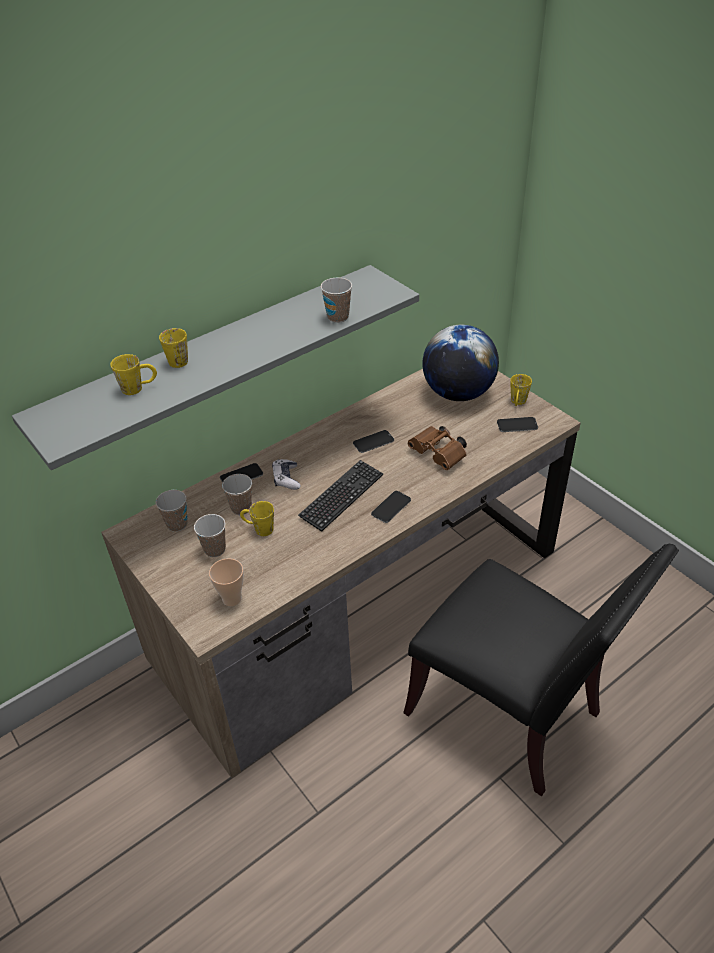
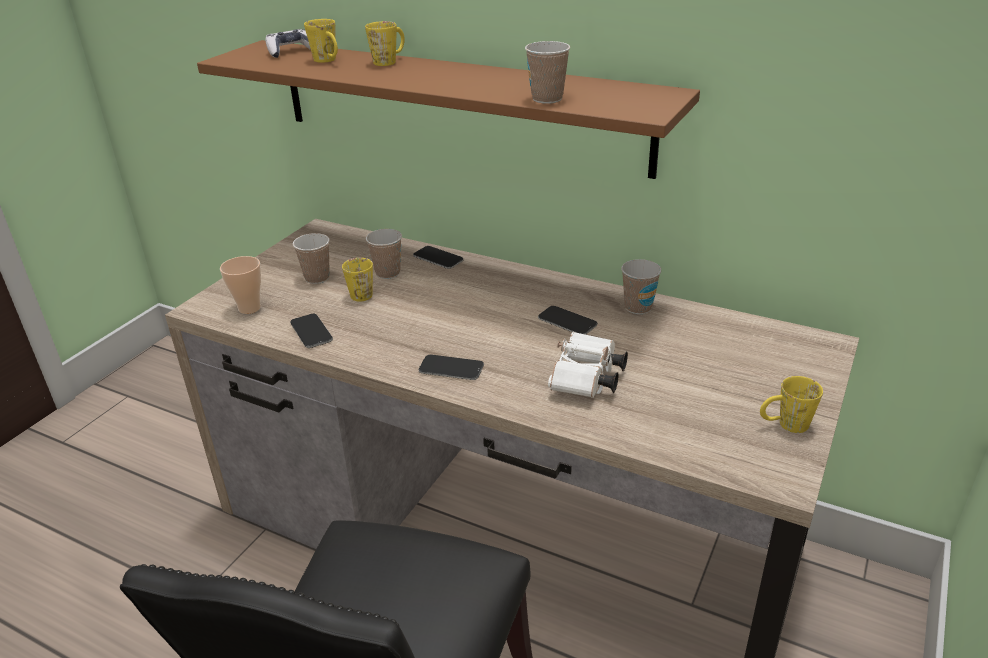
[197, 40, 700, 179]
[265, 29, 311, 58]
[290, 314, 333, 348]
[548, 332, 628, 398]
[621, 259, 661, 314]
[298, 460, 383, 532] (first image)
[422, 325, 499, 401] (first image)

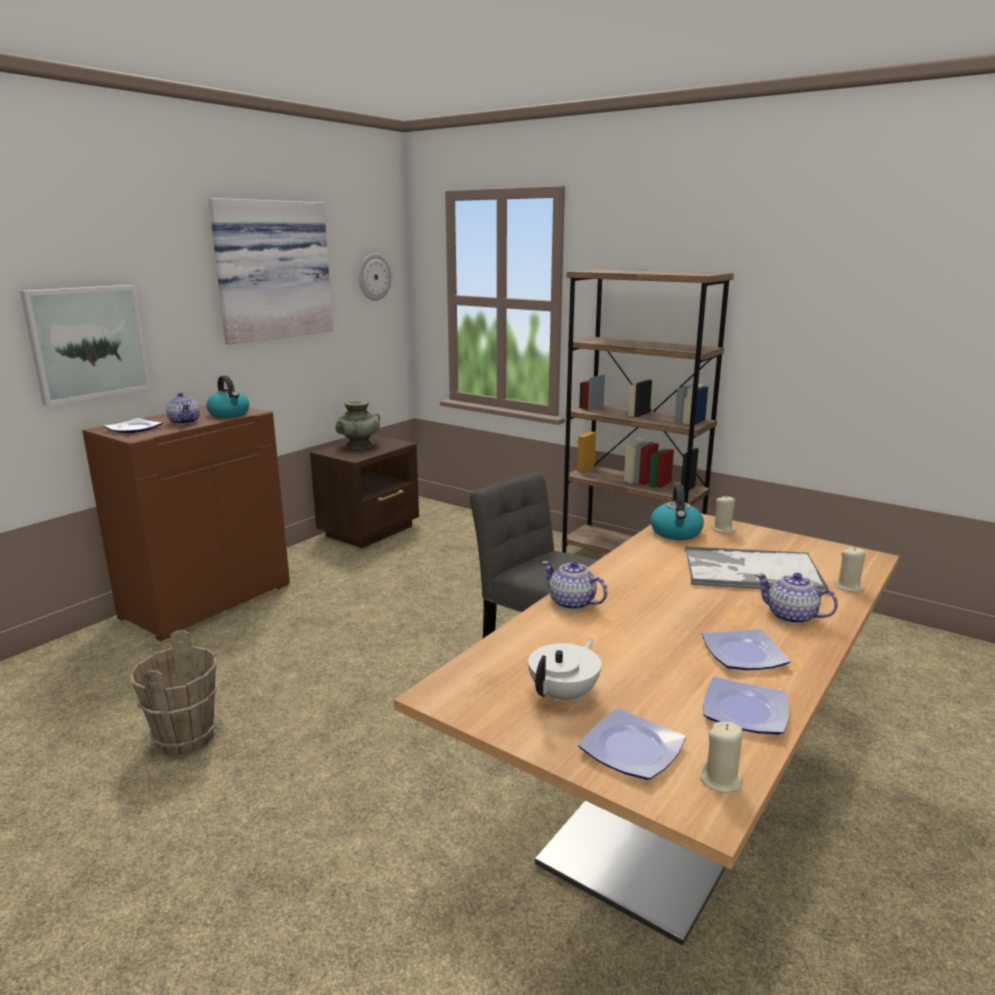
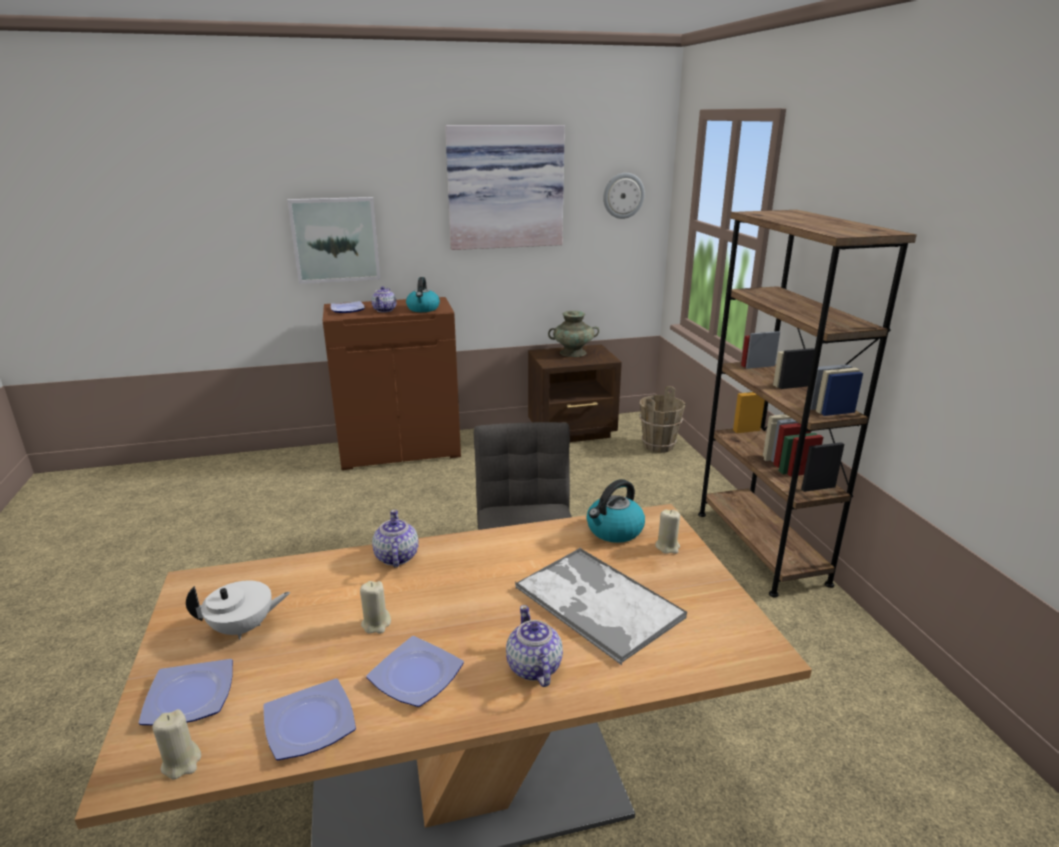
[360, 581, 391, 634]
[640, 386, 685, 453]

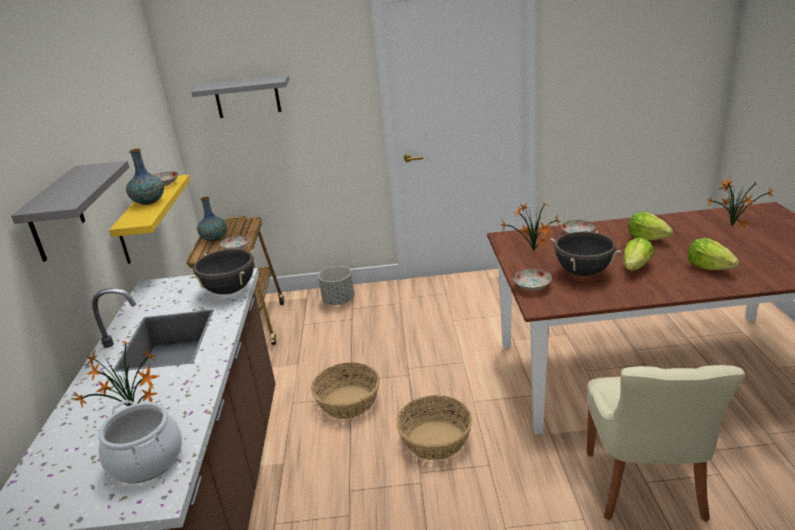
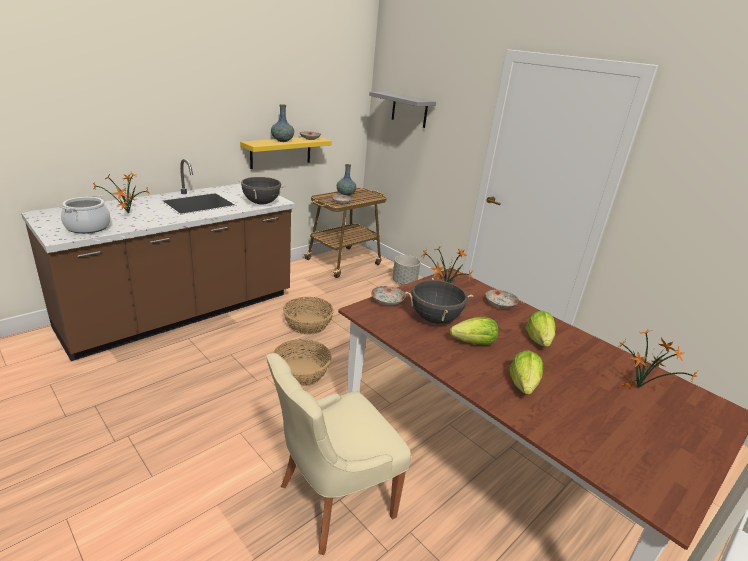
[11, 161, 130, 262] (first image)

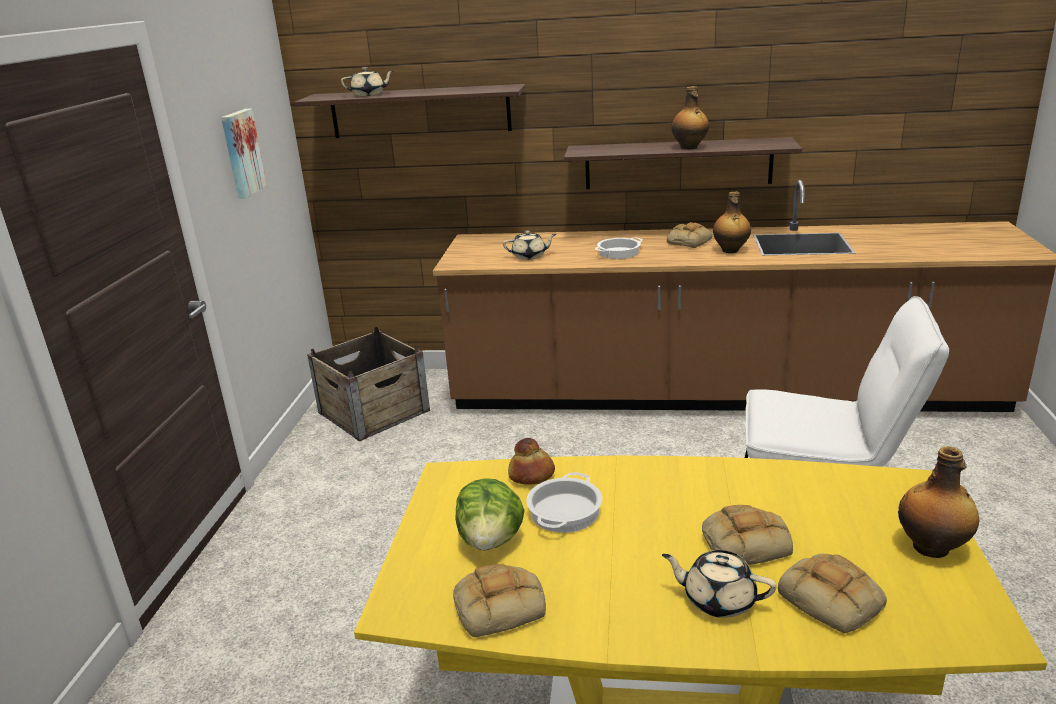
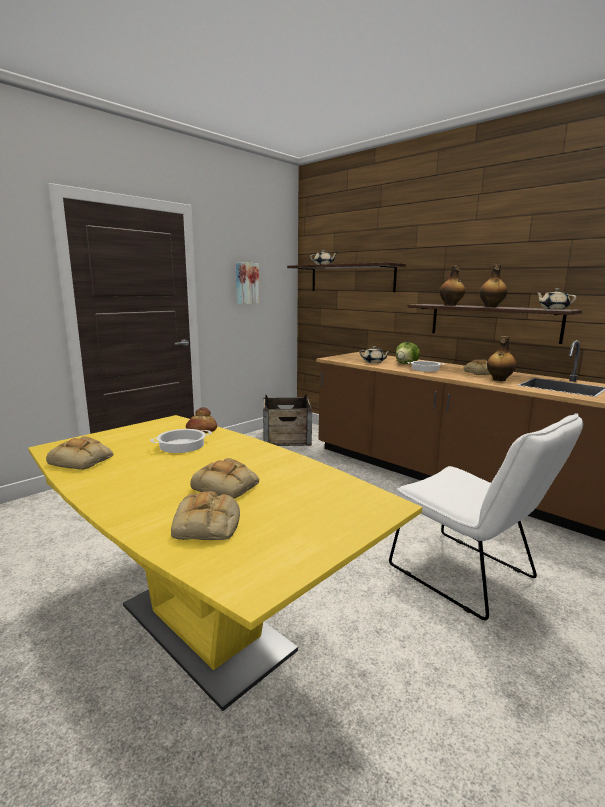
[396, 342, 420, 364]
[440, 265, 465, 306]
[536, 288, 576, 309]

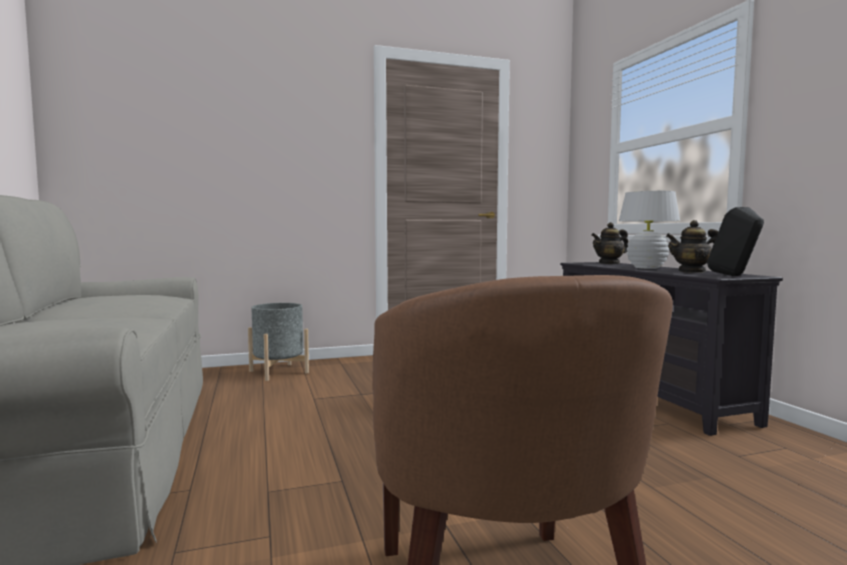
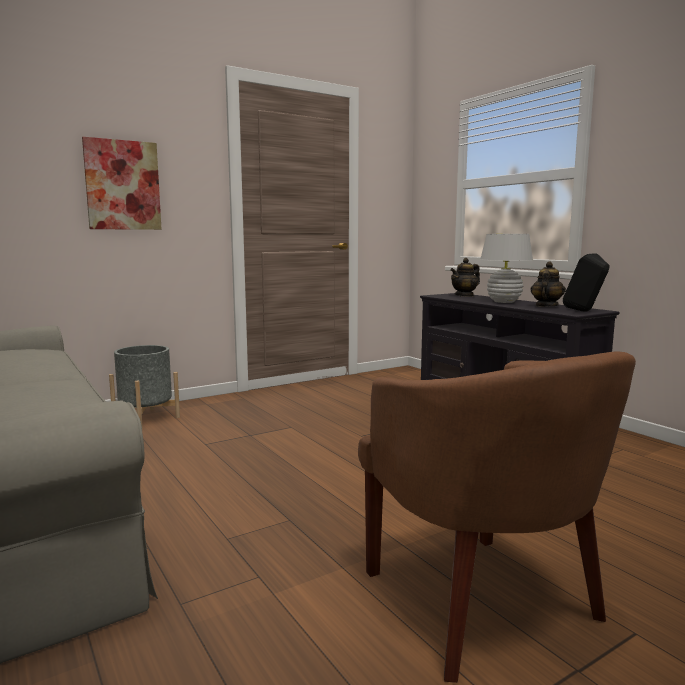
[82, 137, 162, 230]
[530, 261, 566, 307]

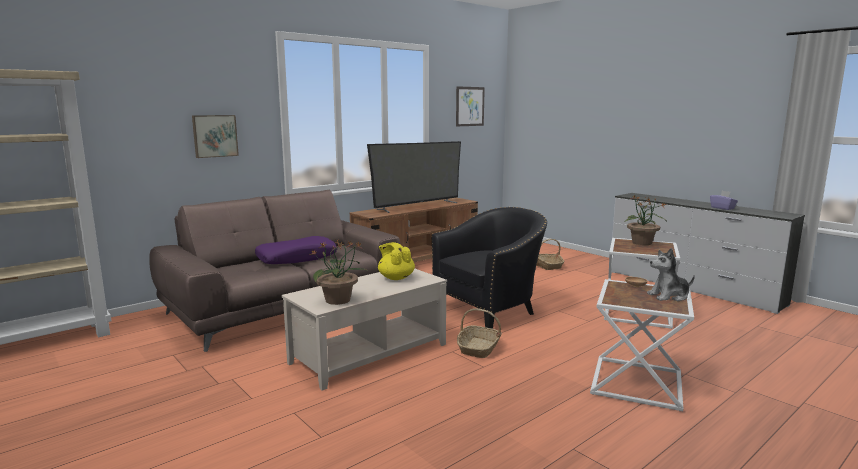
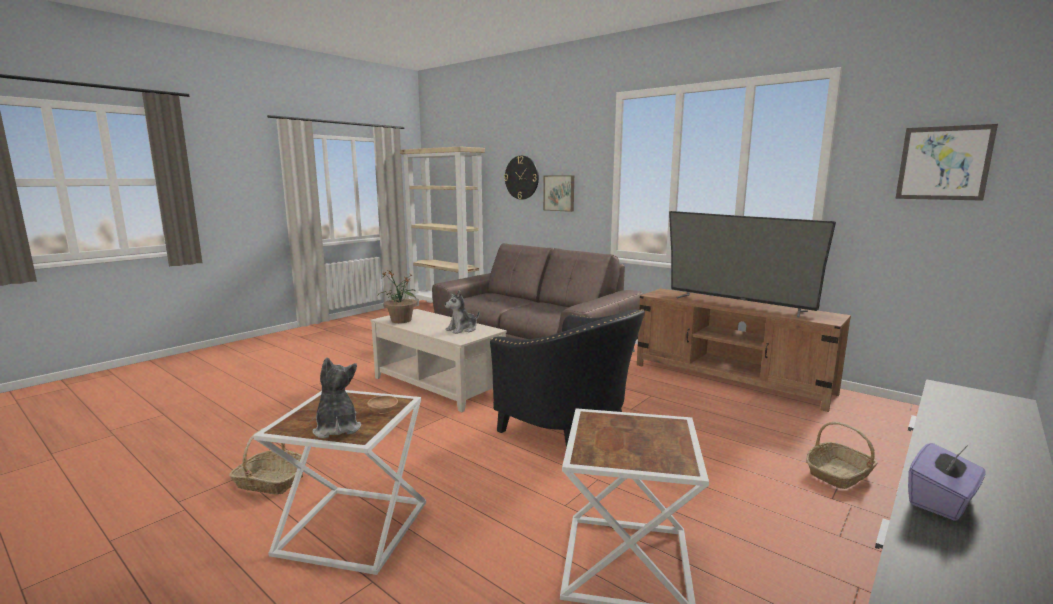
[229, 428, 307, 495]
[445, 291, 480, 334]
[504, 156, 539, 200]
[255, 236, 337, 264] (first image)
[625, 195, 665, 245] (first image)

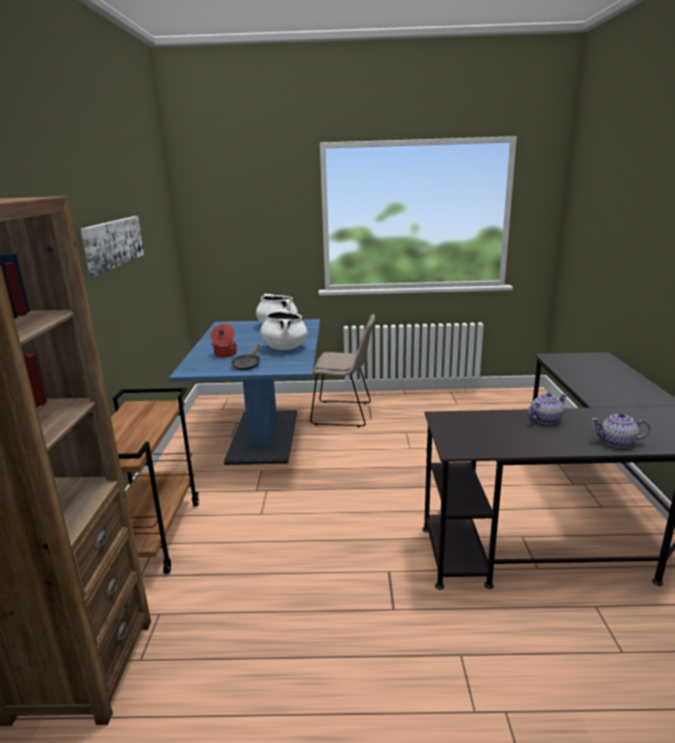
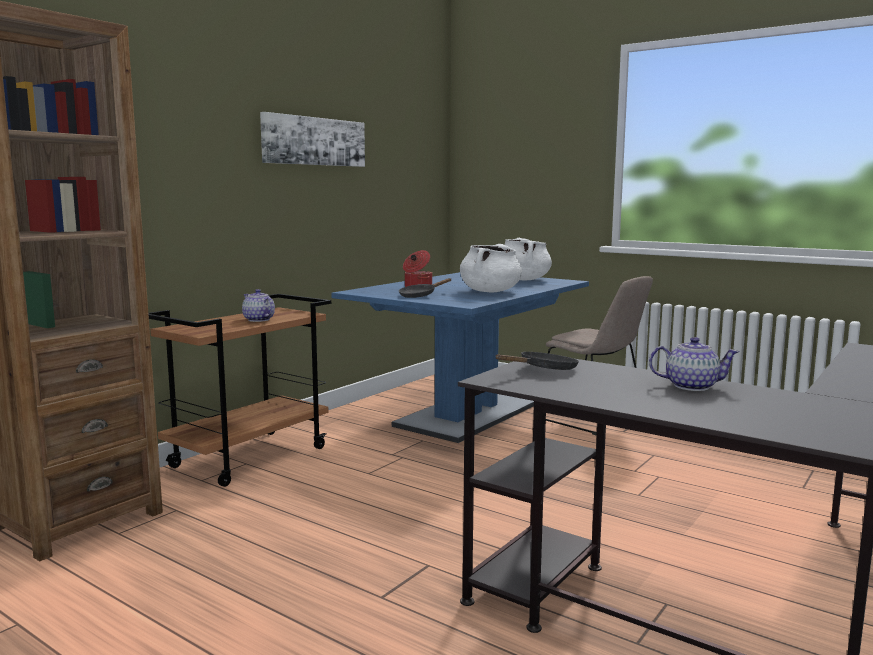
[242, 289, 275, 322]
[495, 352, 579, 370]

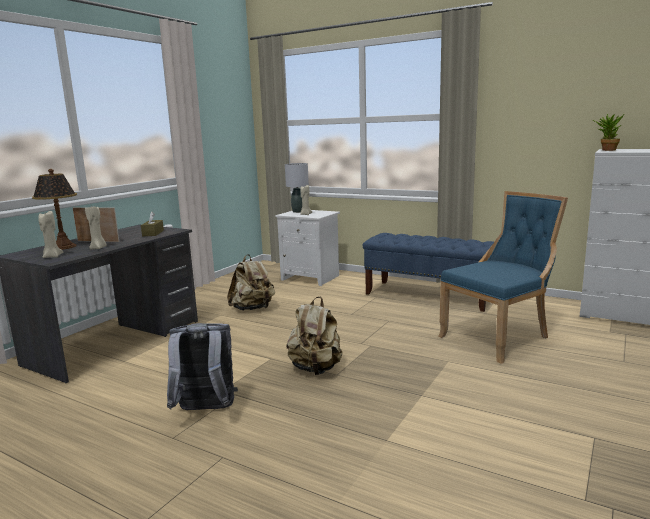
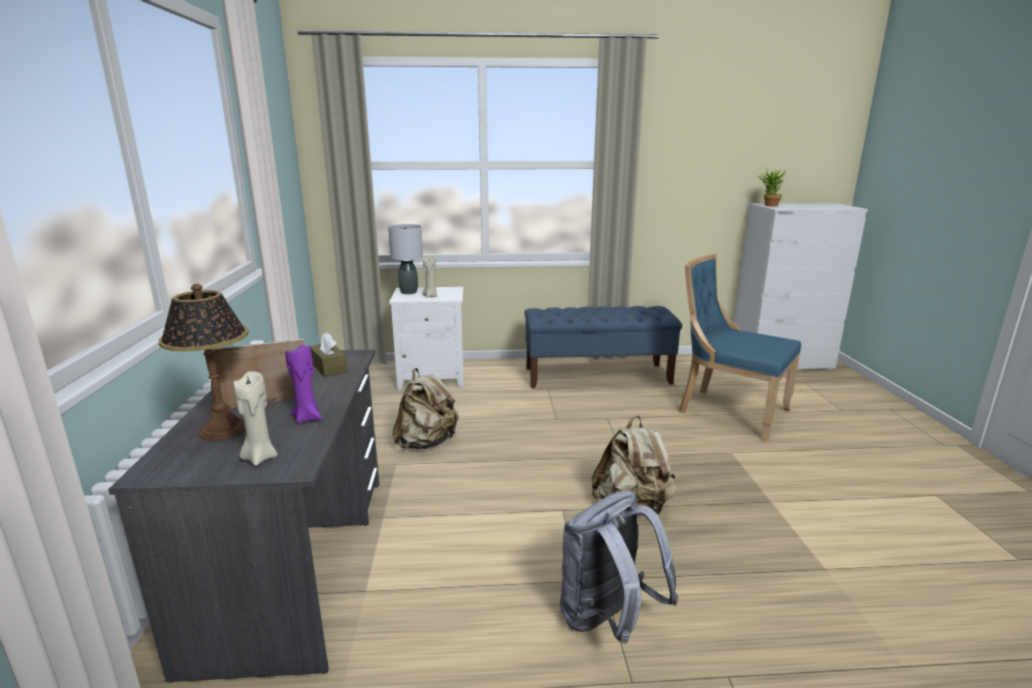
[285, 345, 322, 424]
[679, 254, 801, 442]

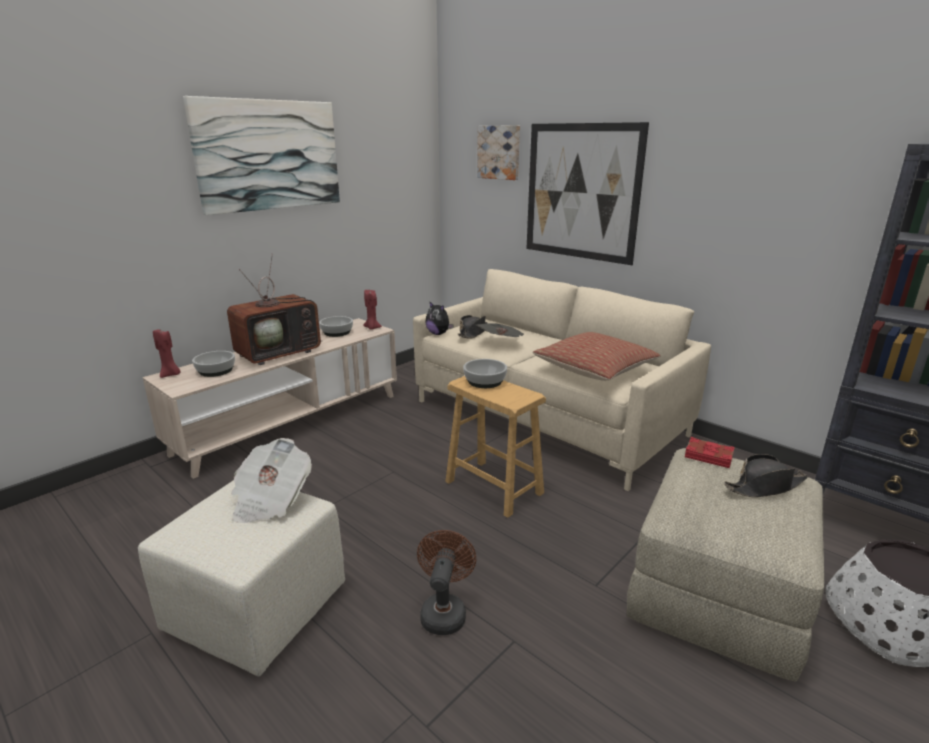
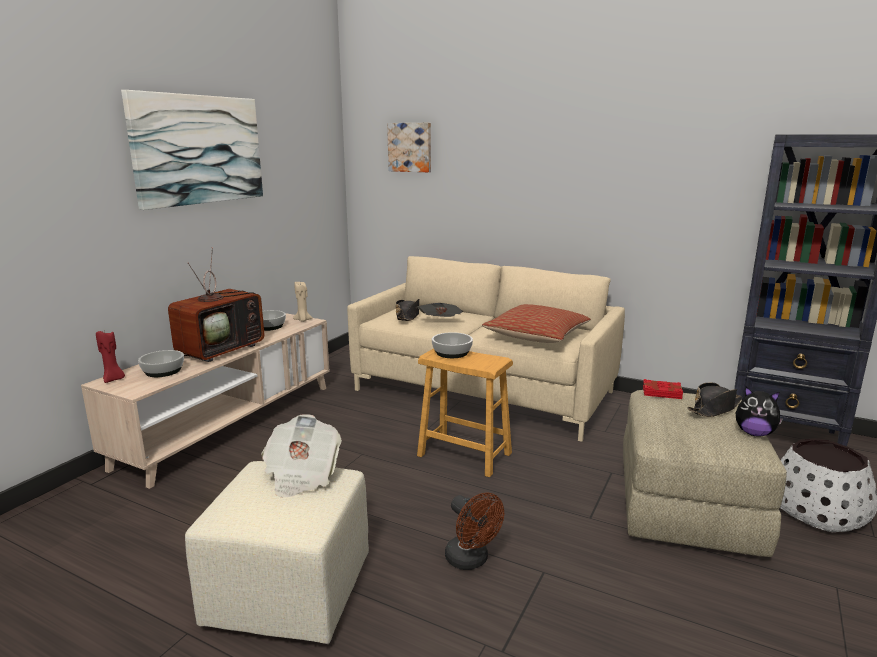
[293, 281, 313, 321]
[445, 492, 504, 570]
[736, 387, 783, 437]
[527, 122, 649, 265] (first image)

